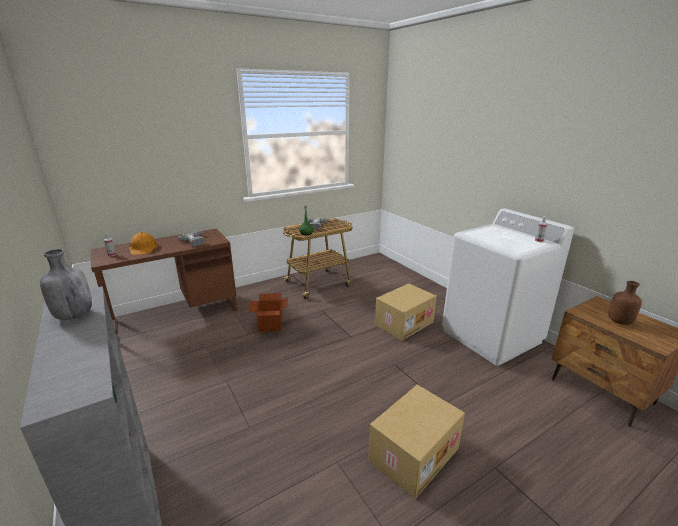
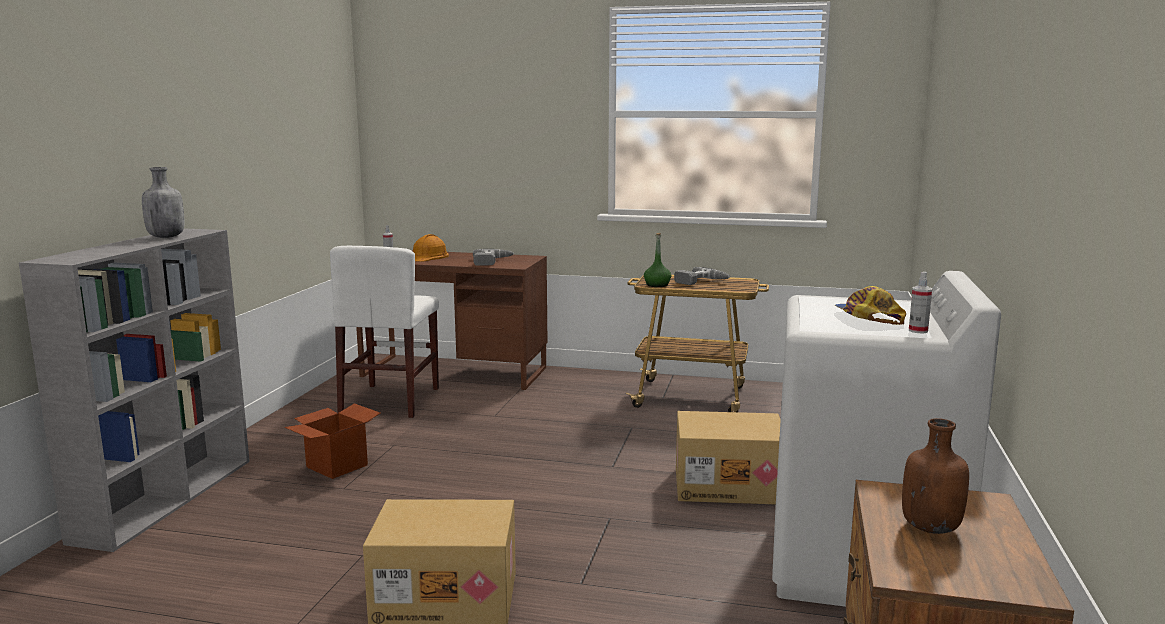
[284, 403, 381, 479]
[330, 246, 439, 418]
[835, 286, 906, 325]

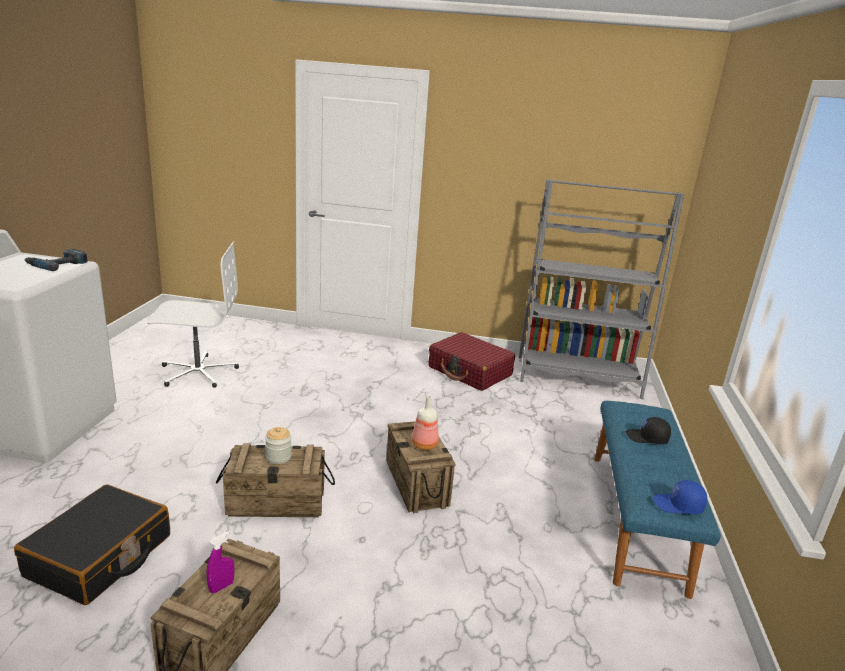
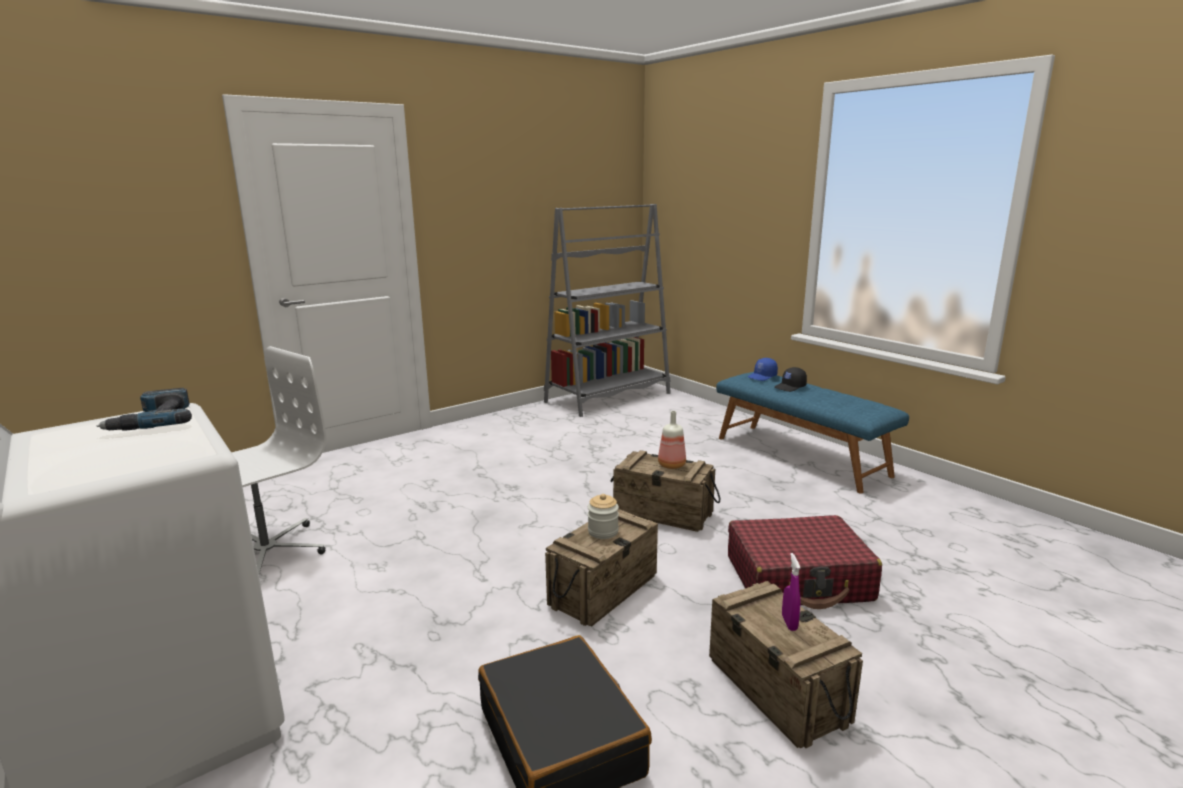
[728, 515, 882, 609]
[748, 358, 778, 381]

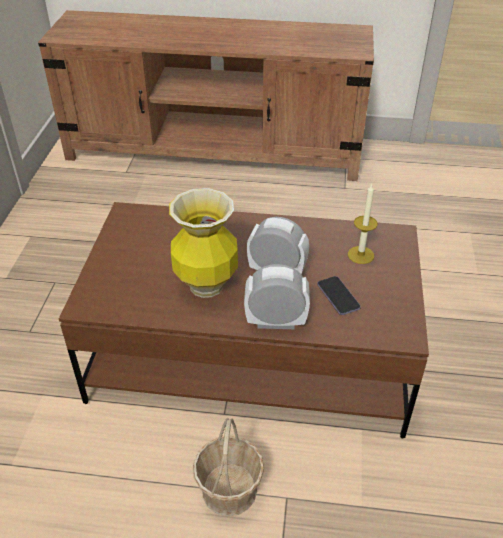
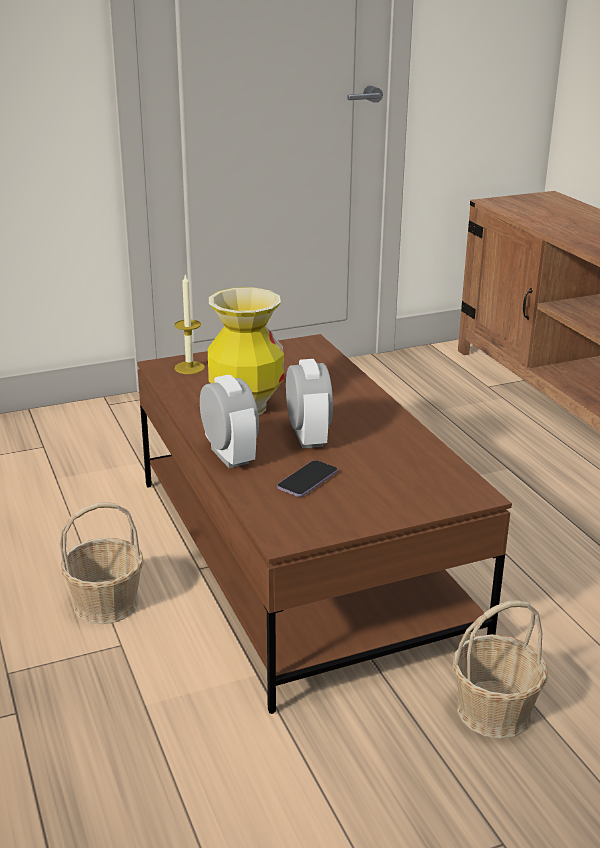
[174, 273, 205, 374]
[453, 600, 548, 739]

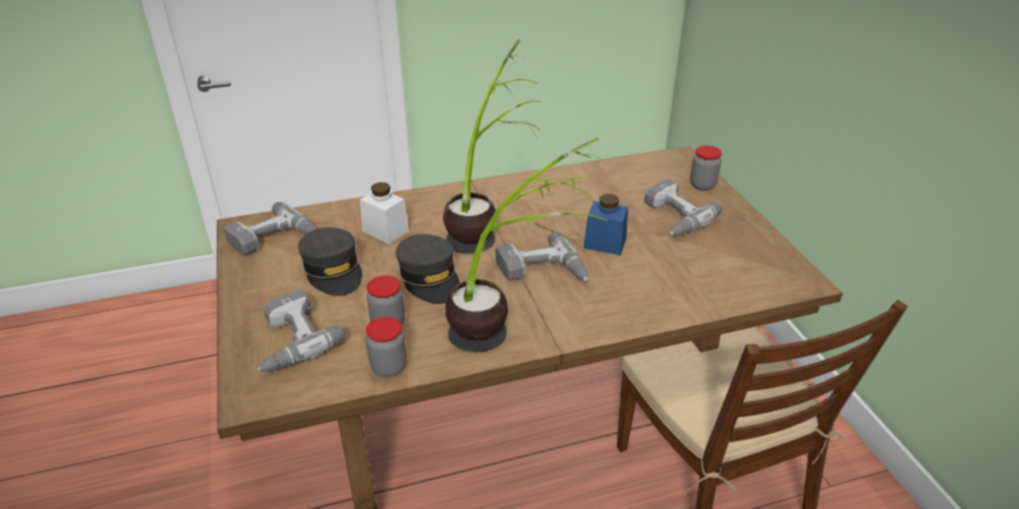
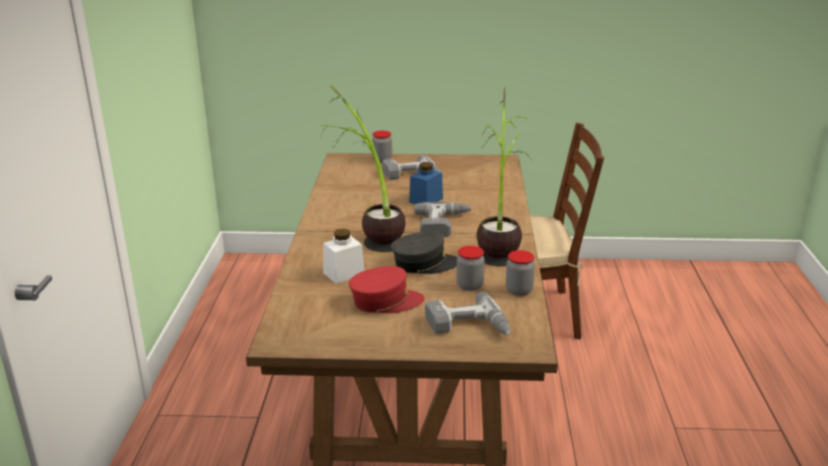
[349, 266, 425, 313]
[224, 202, 317, 255] (first image)

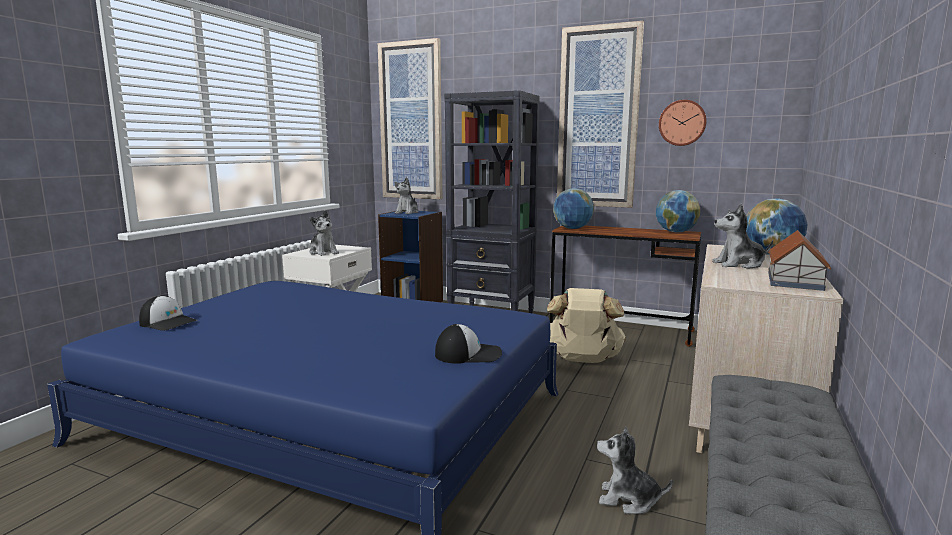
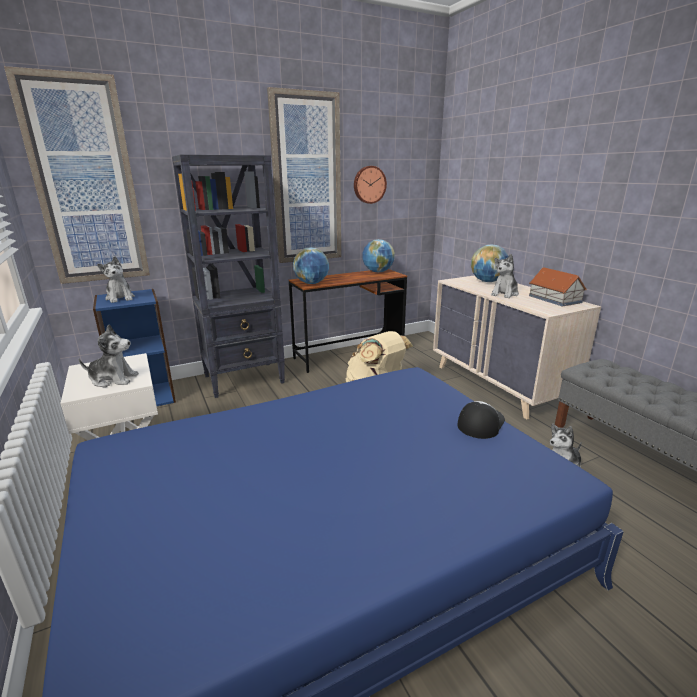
[139, 296, 197, 331] (first image)

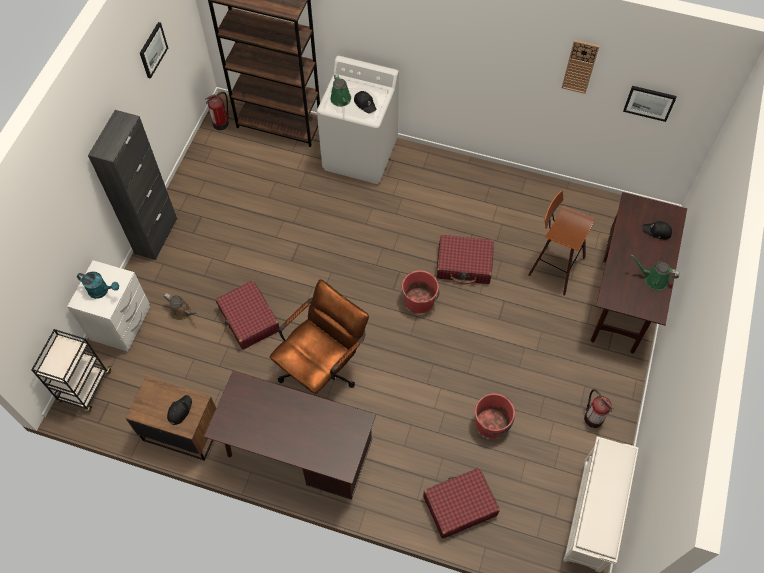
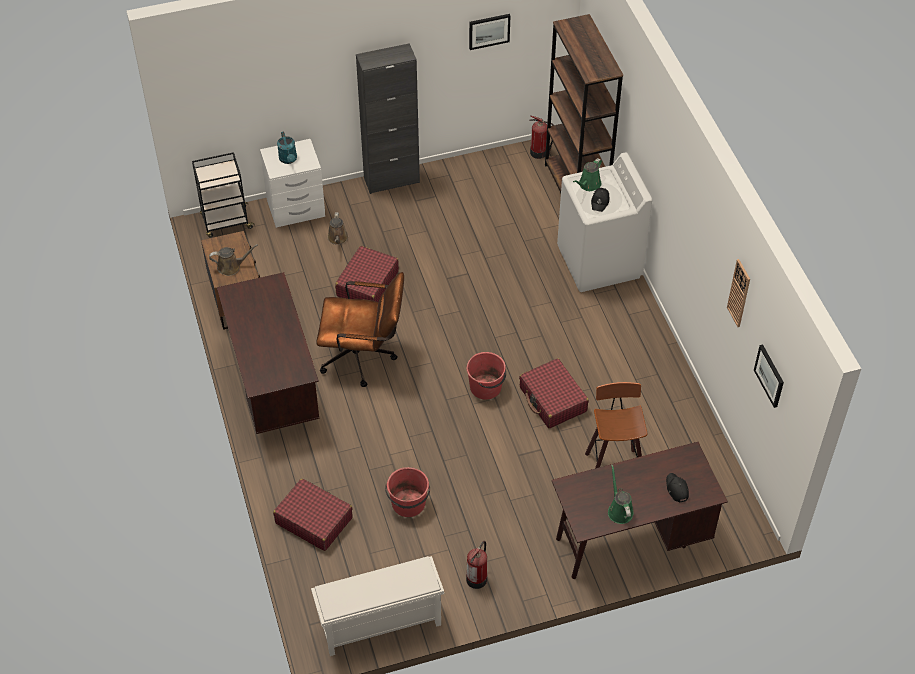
[209, 244, 258, 276]

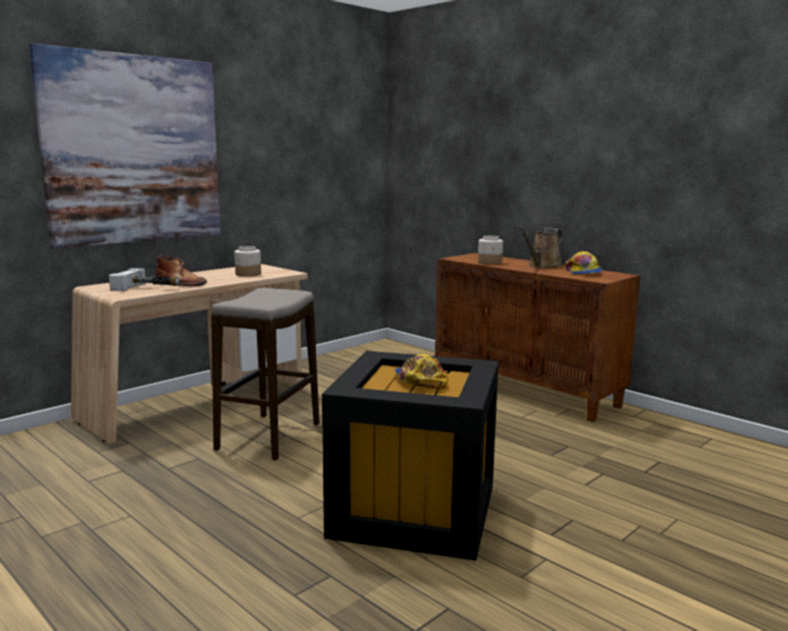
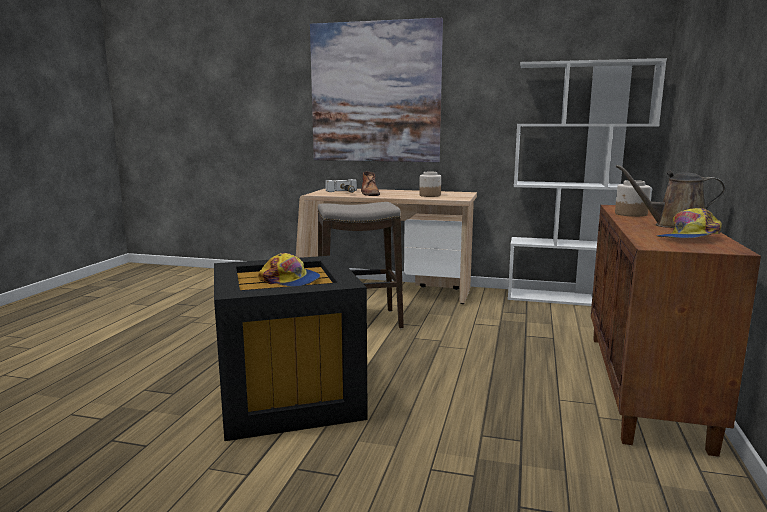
[258, 253, 320, 287]
[508, 58, 667, 306]

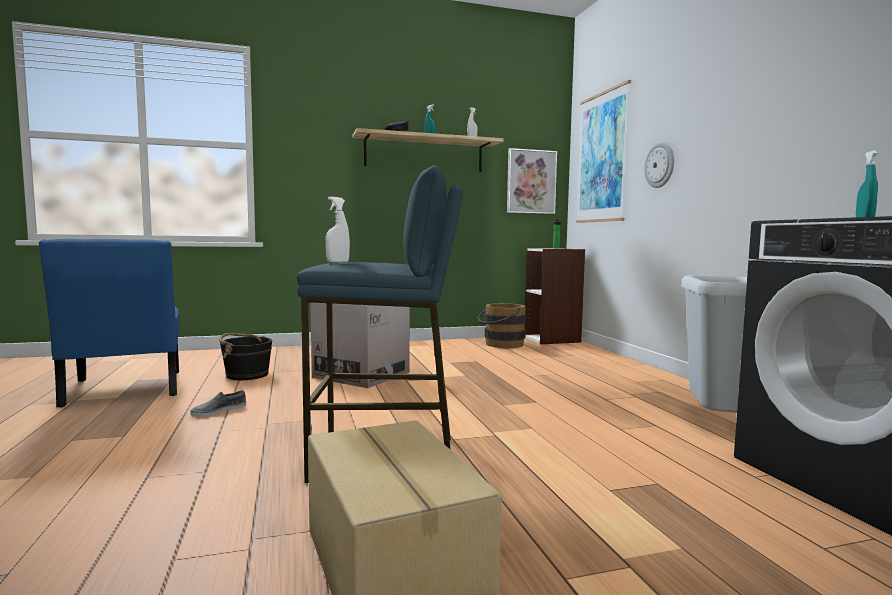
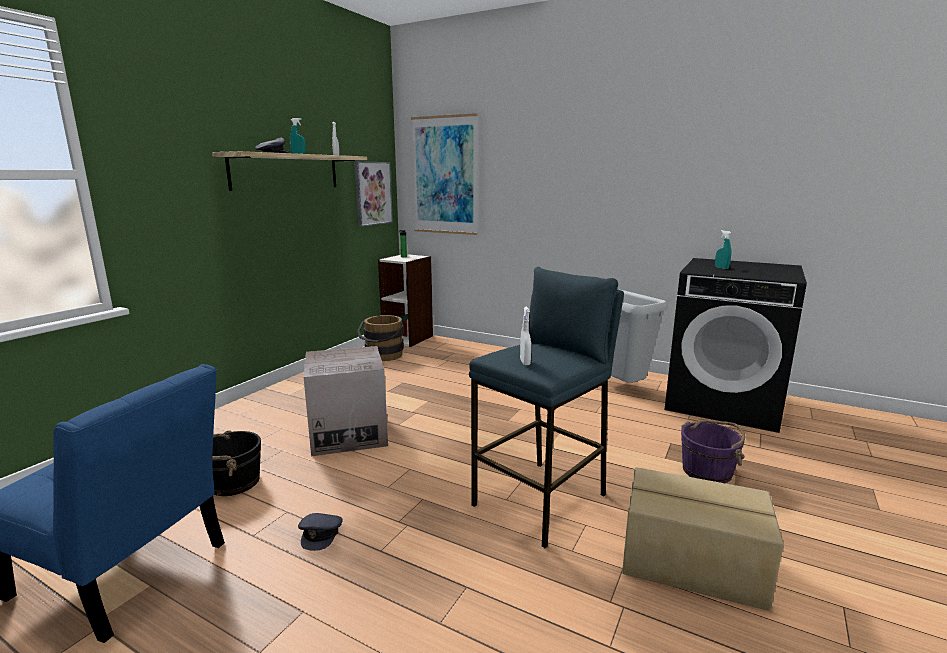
[298, 513, 343, 551]
[681, 420, 745, 483]
[644, 142, 674, 188] (first image)

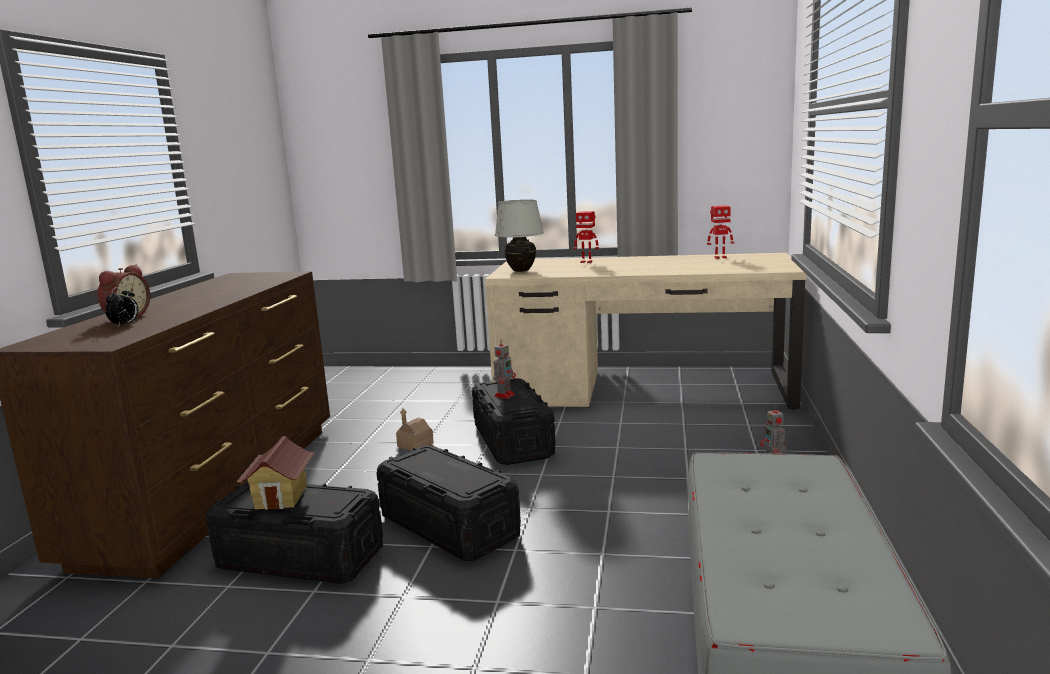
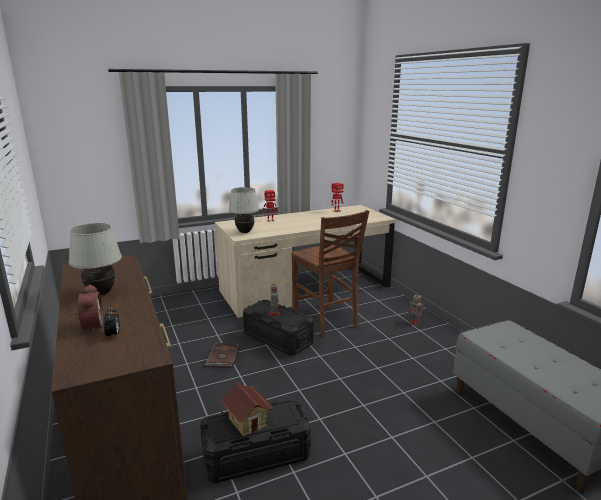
[69, 223, 122, 295]
[205, 343, 240, 367]
[291, 210, 369, 337]
[376, 445, 521, 561] (first image)

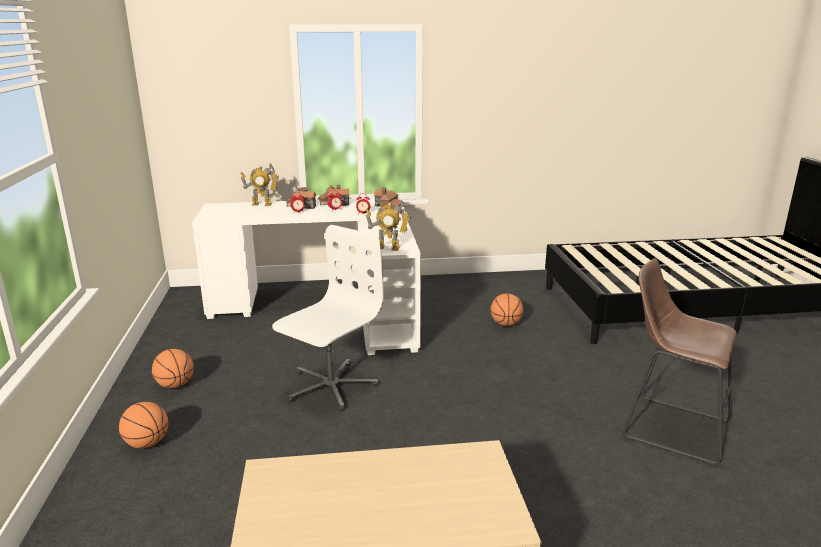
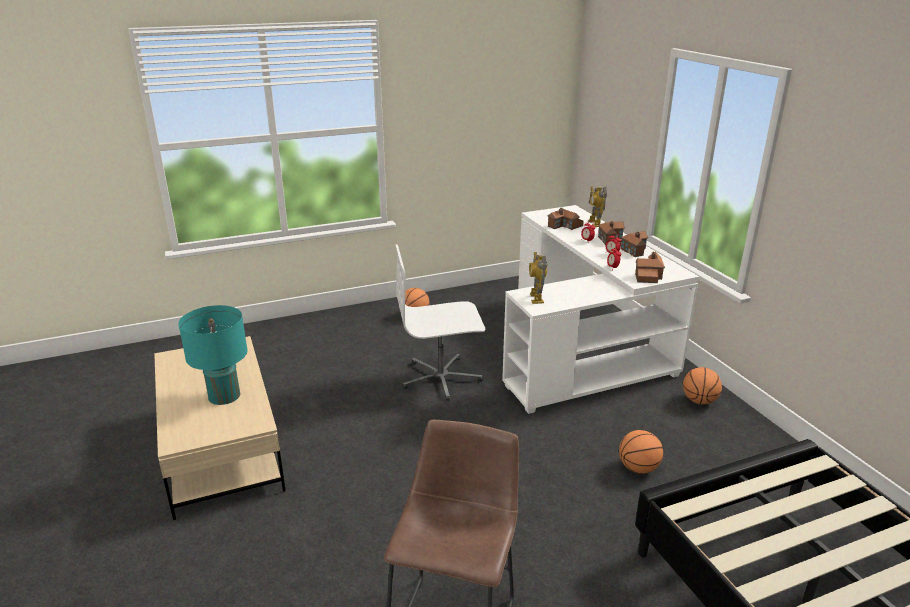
[178, 305, 248, 405]
[396, 244, 485, 401]
[548, 208, 584, 230]
[683, 367, 722, 404]

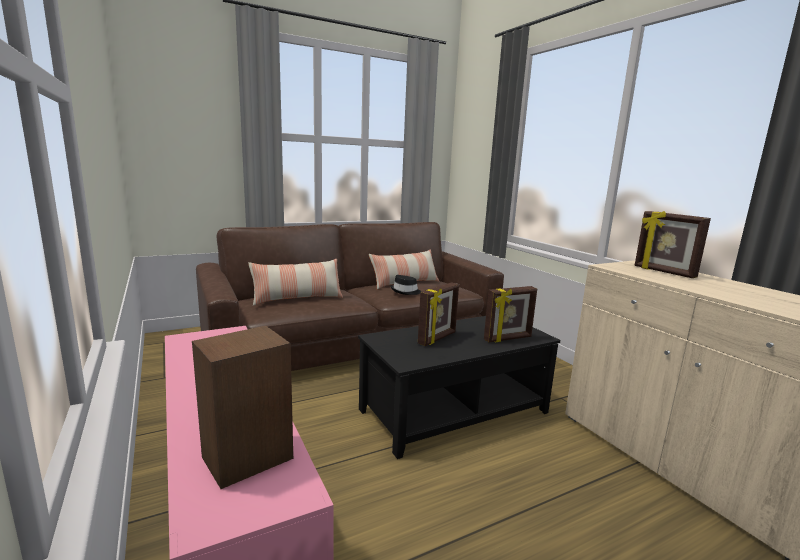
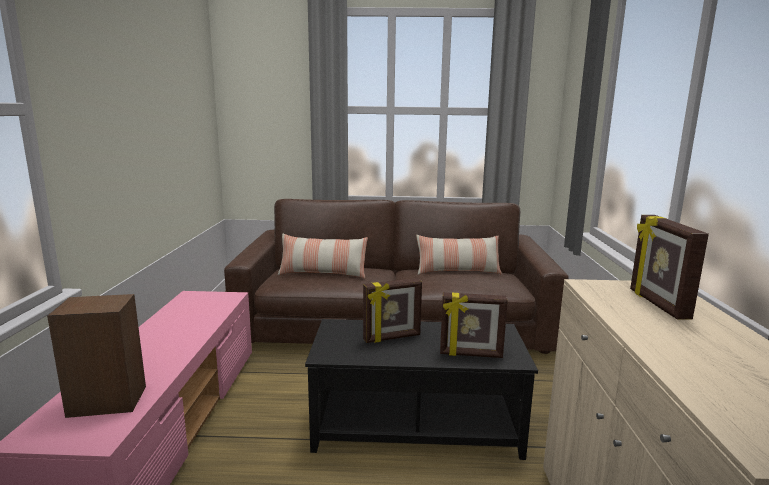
[391, 275, 422, 295] (first image)

